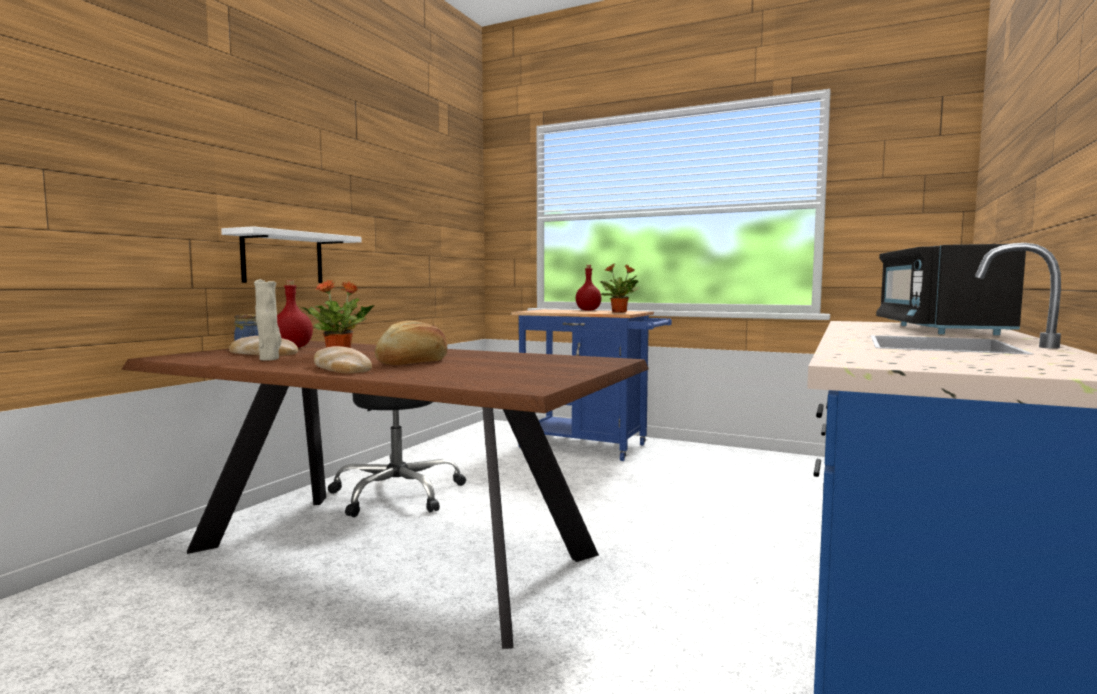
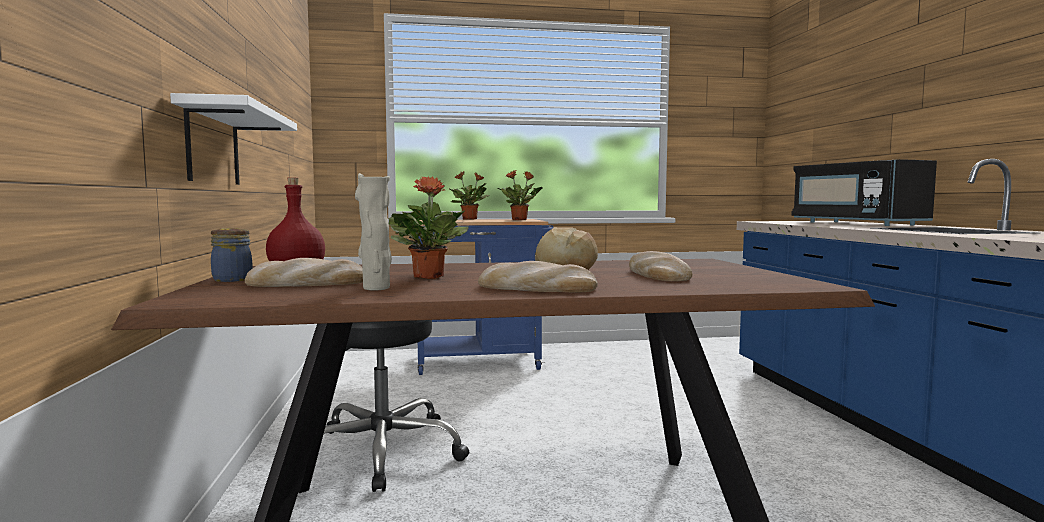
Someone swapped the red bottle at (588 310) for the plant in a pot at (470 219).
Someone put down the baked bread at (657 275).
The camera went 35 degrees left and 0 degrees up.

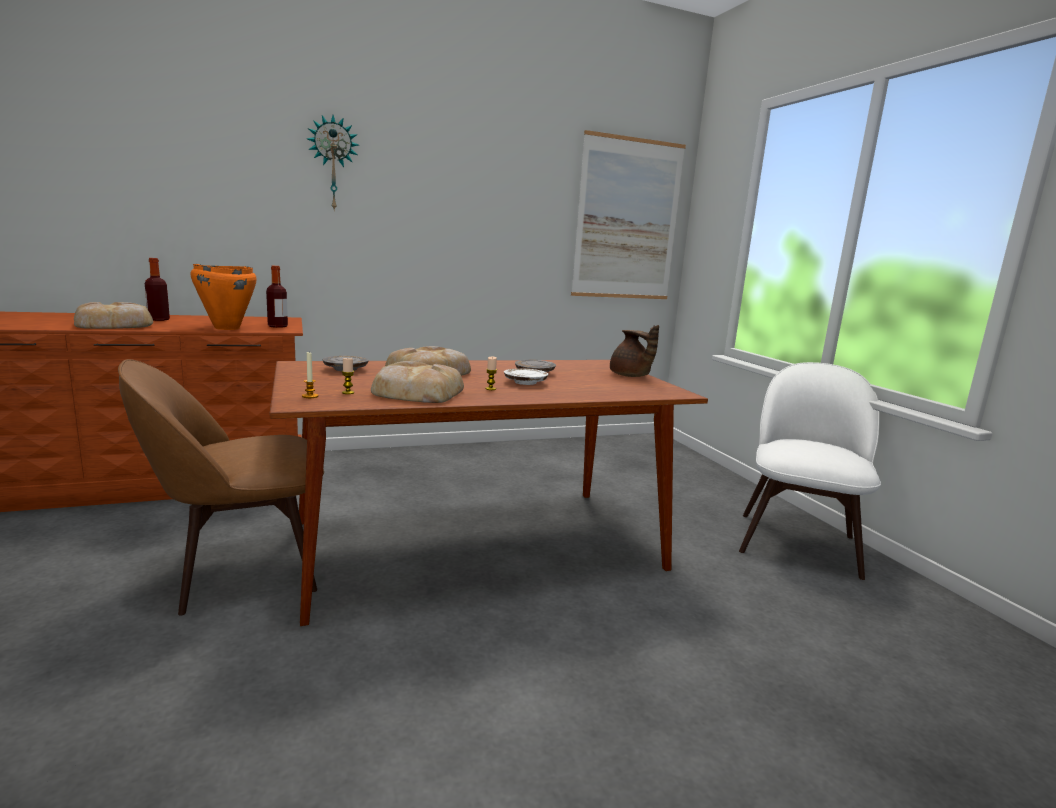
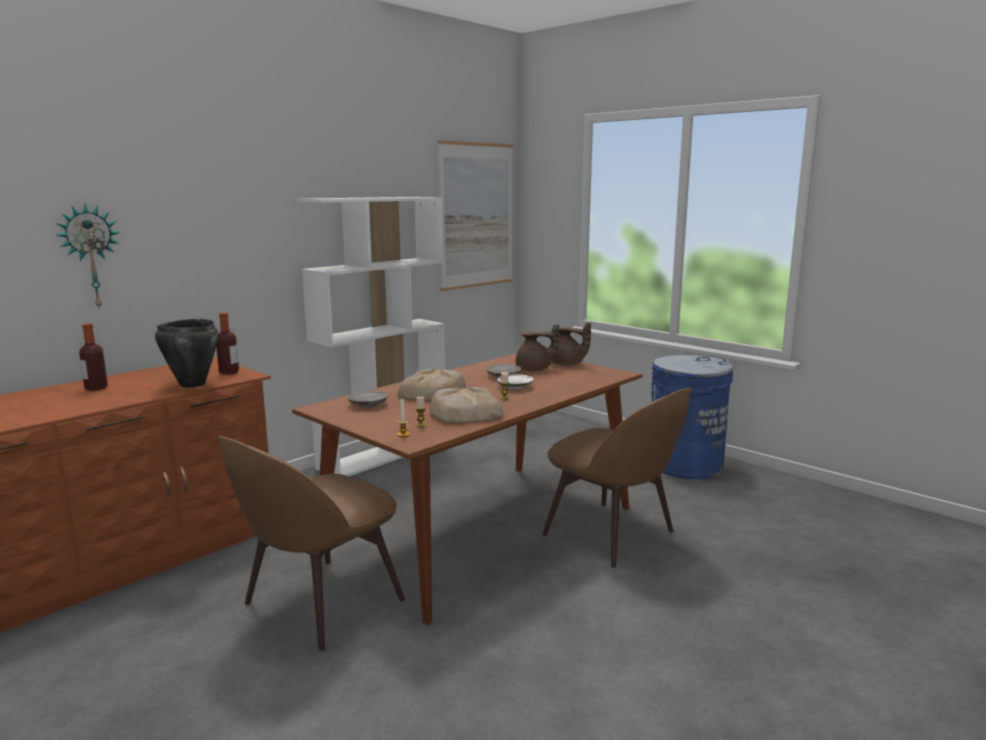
Someone carried the wall clock from (333 164) to (90 257).
Someone repainted the orangey stockpot at (226 328), which became the black stockpot at (192 384).
Someone took away the baked bread at (115 325).
Someone swapped the white upright chair at (797 541) for the blue rubbish bin at (685 465).
Someone put down the white bookcase at (384 454).
Someone put down the brownish pot for tea at (534 370).
Someone put down the brownish upright chair at (613 535).
The camera went 25 degrees left and 0 degrees up.

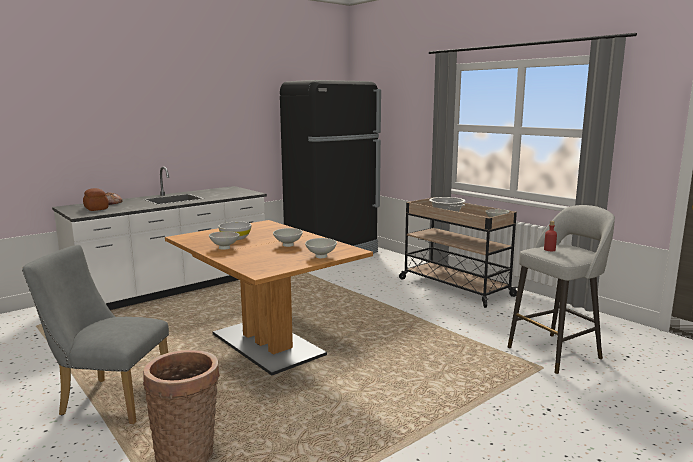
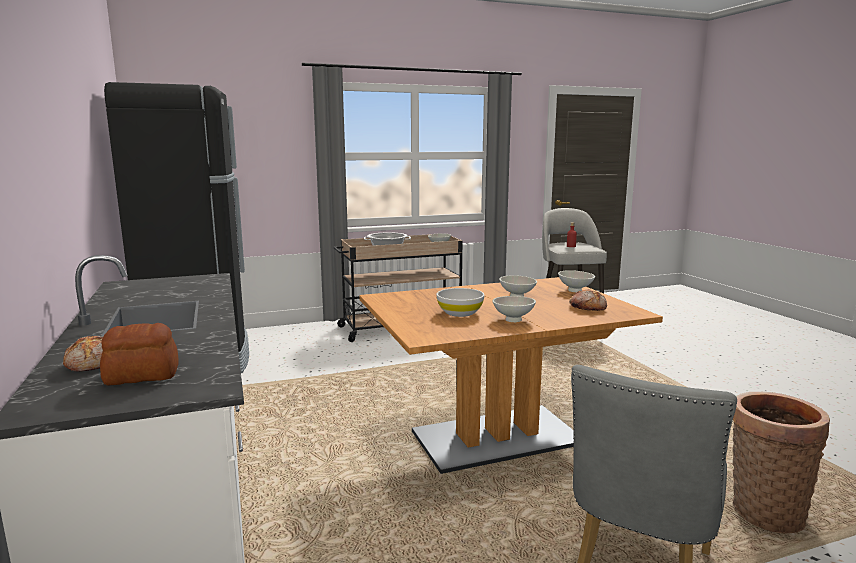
Someone put down the baked bread at (587 307).
The camera went 70 degrees left and 0 degrees up.

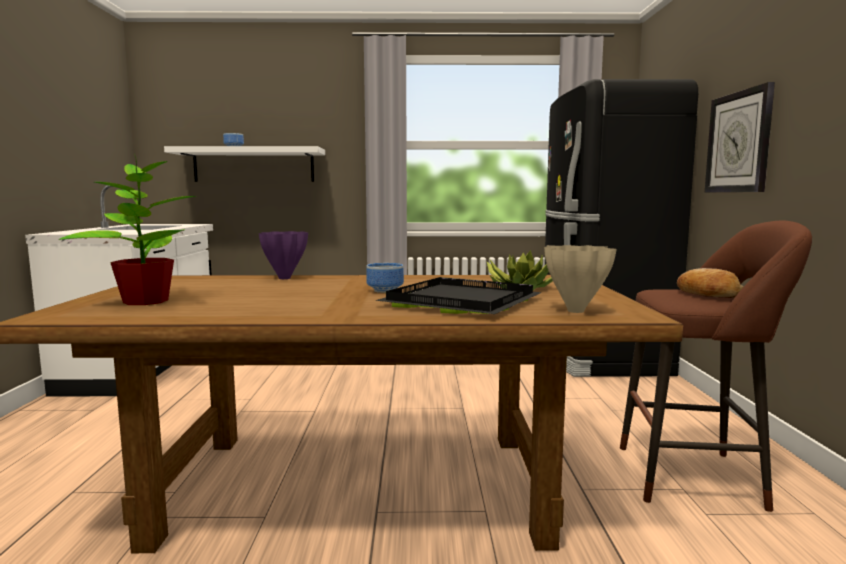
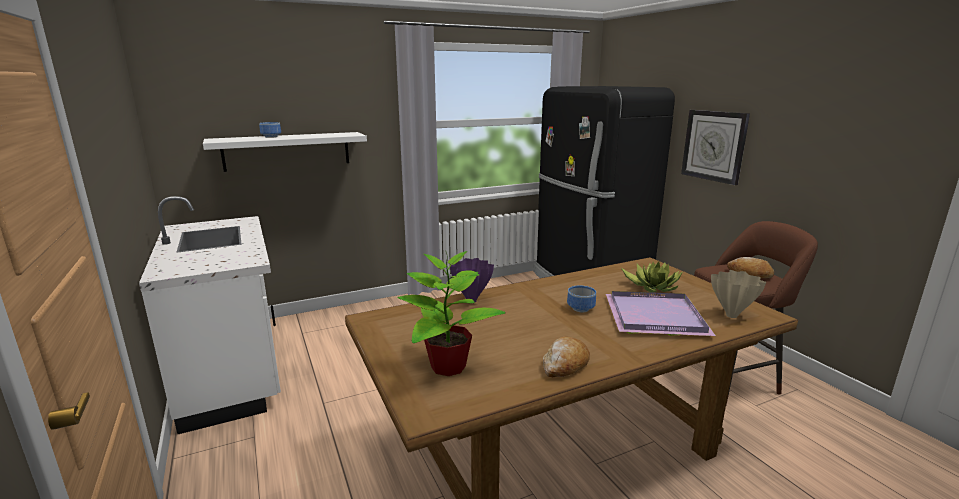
Someone repainted the black tray at (458 302), which became the purplish tray at (654 317).
Someone put down the baked bread at (565 365).
The camera went 25 degrees left and 10 degrees up.

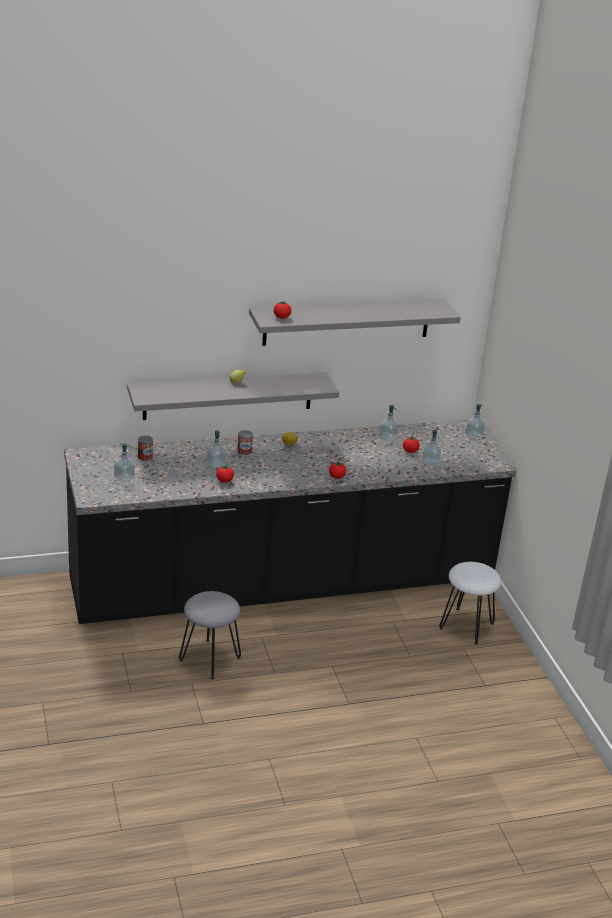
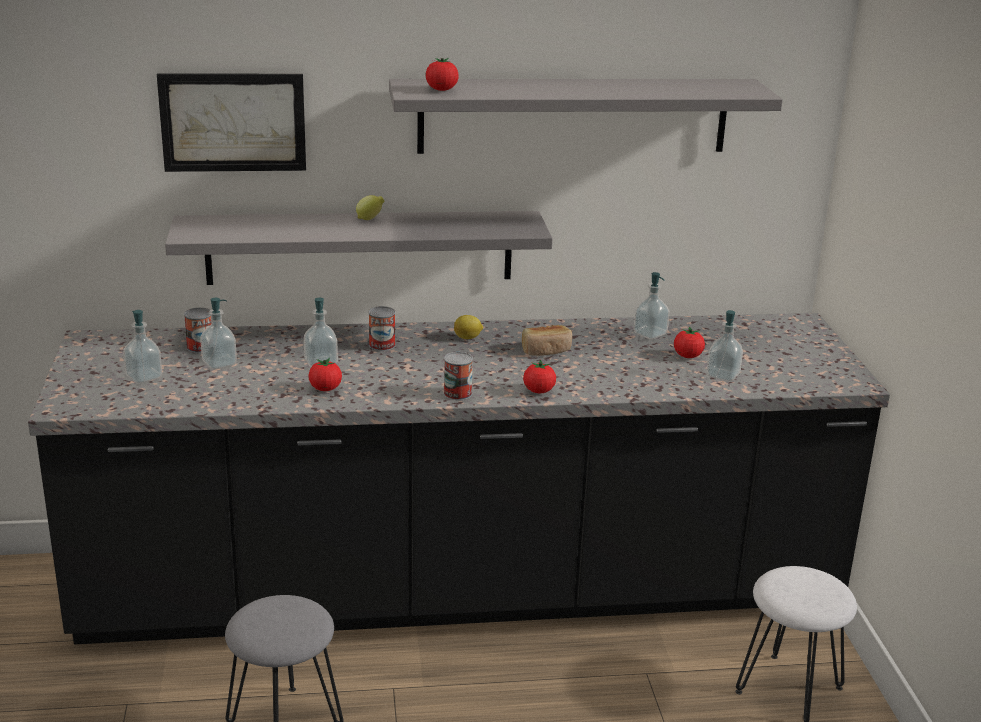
Someone carried the soap bottle from (473 436) to (219 363).
Someone put up the wall art at (233 122).
Someone put down the baked bread at (546 350).
Someone put down the metal can at (457 393).
The camera went 10 degrees right and 5 degrees down.

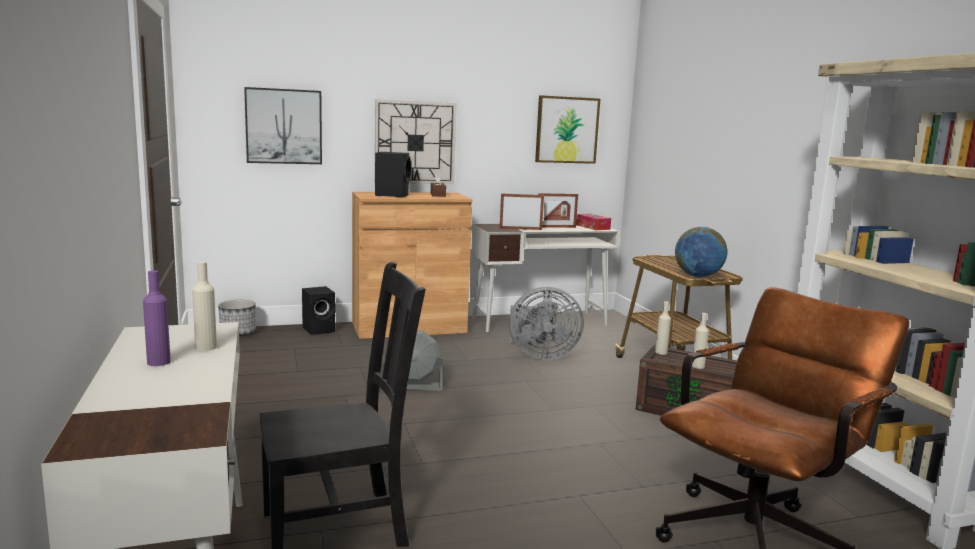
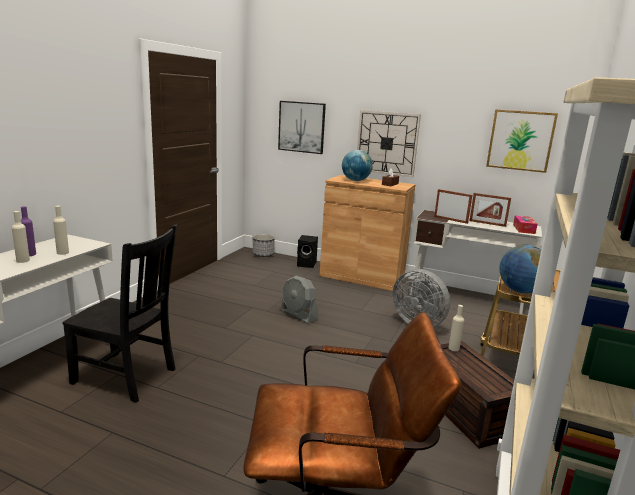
Someone swapped the black speaker at (392 195) for the desk globe at (356 180).
Someone carried the beige bottle from (698 366) to (23 260).
The camera went 40 degrees right and 5 degrees up.

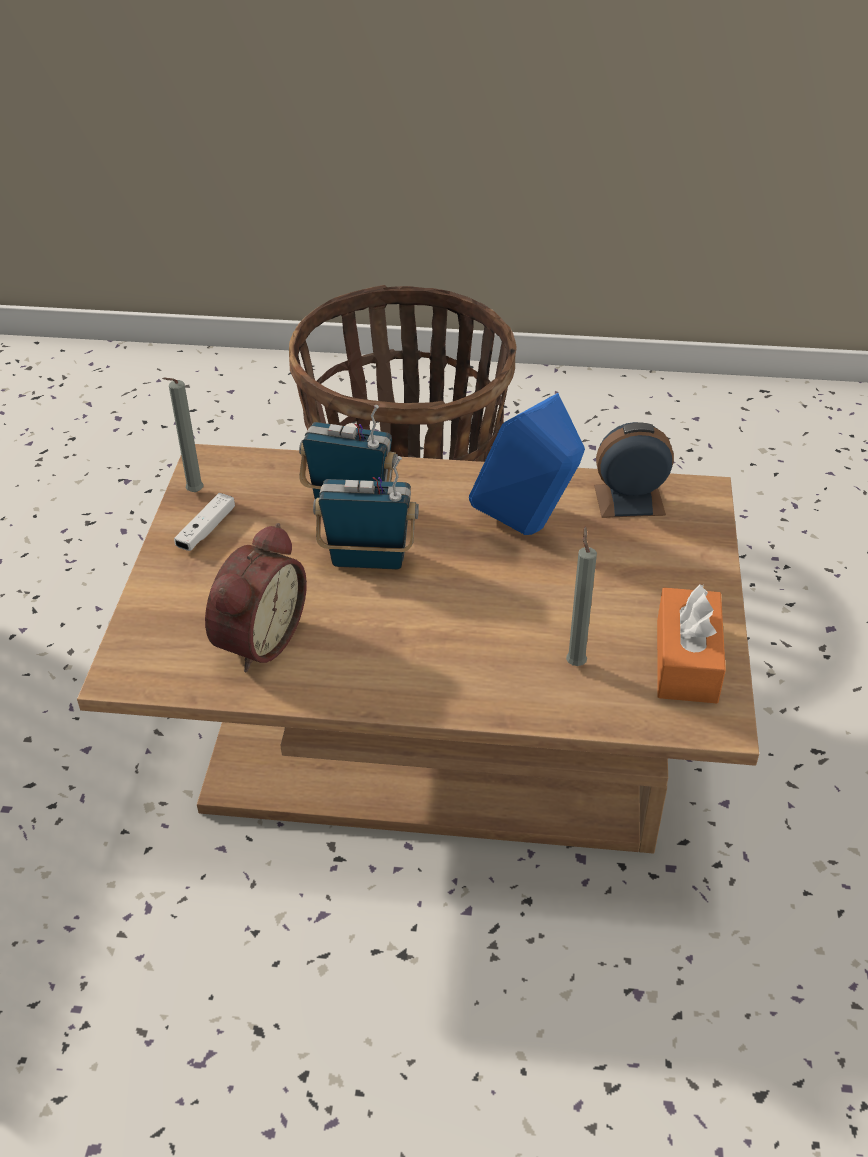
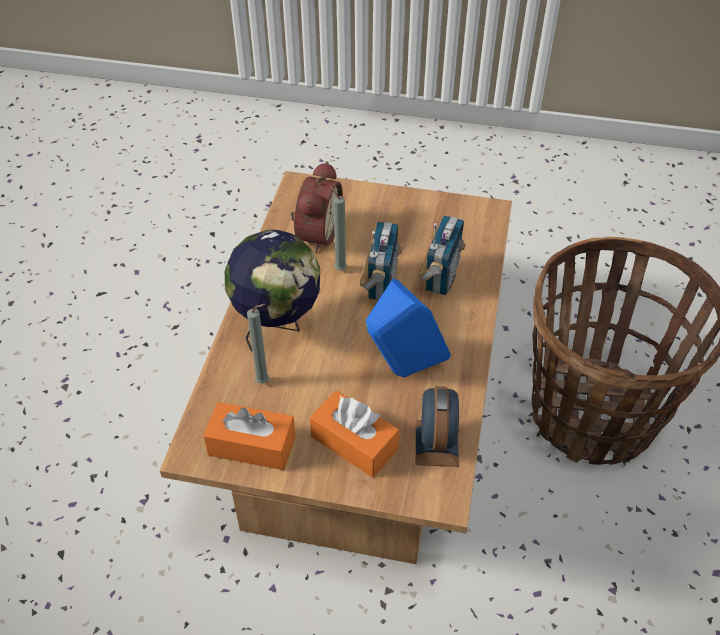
Someone carried the greyish wax candle from (193 493) to (339 268).
Someone took away the white game controller at (206 530).
Someone rotated the table clock at (256 639) by 105 degrees counterclockwise.
Someone put down the desk globe at (278 327).
Someone put down the orangey tissue box at (354 443).
The camera went 95 degrees right and 5 degrees up.

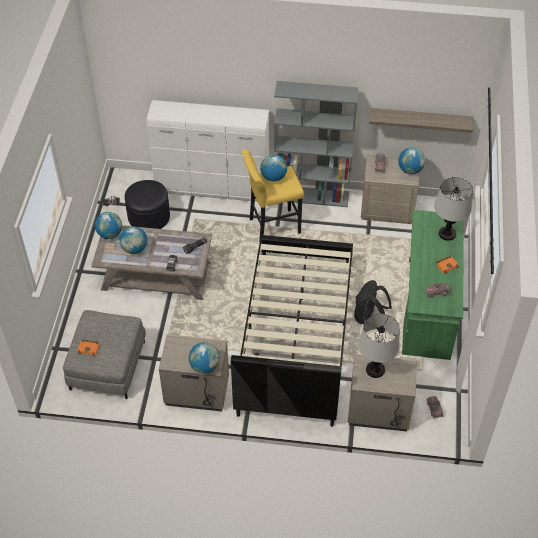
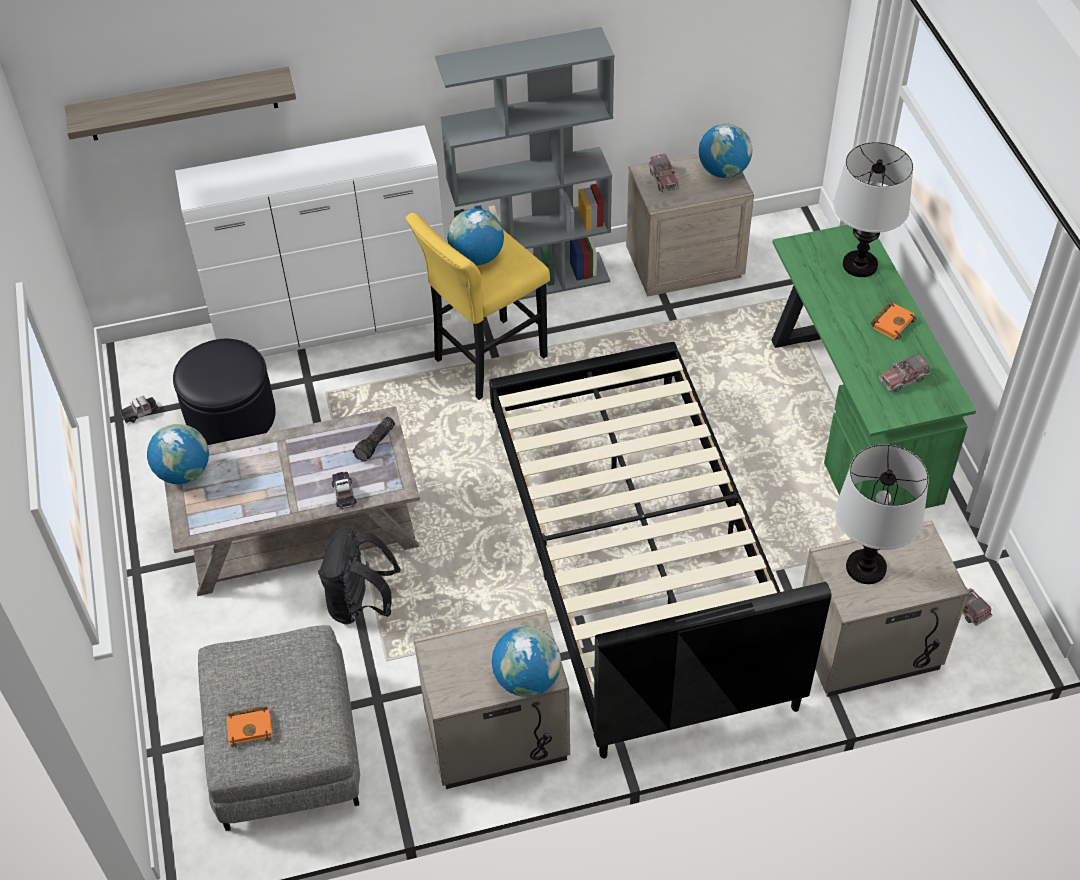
Someone carried the wall shelf from (420 120) to (182 104).
Someone took away the desk globe at (134 249).
Someone carried the black rucksack from (369 317) to (361 604).
The camera went 20 degrees left and 0 degrees up.

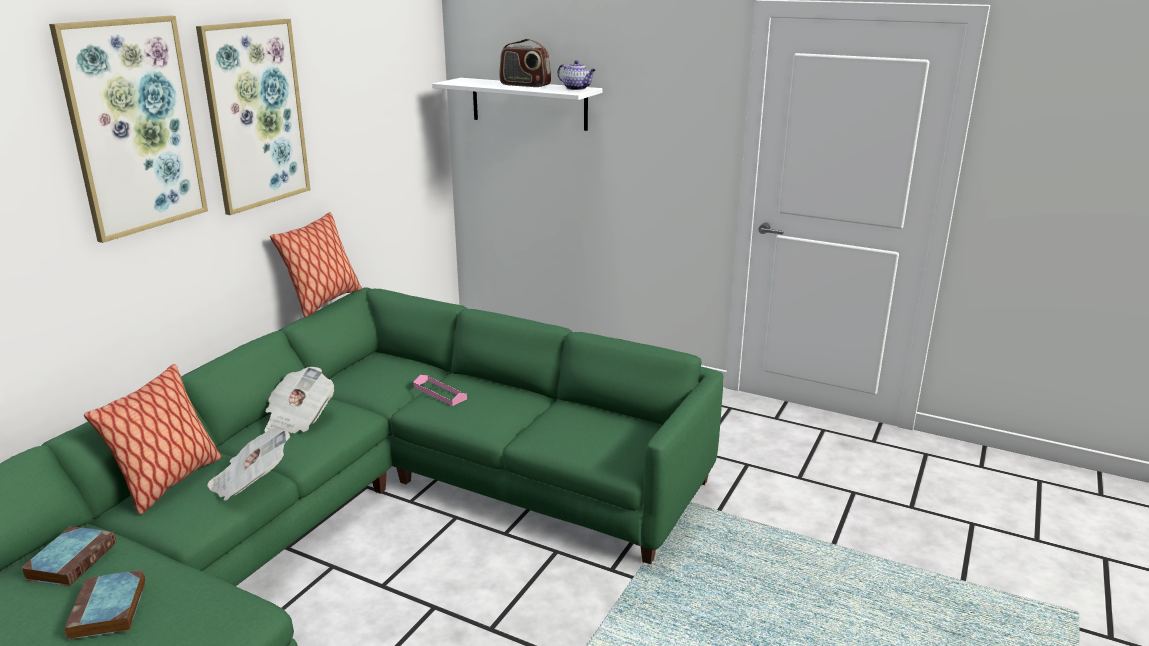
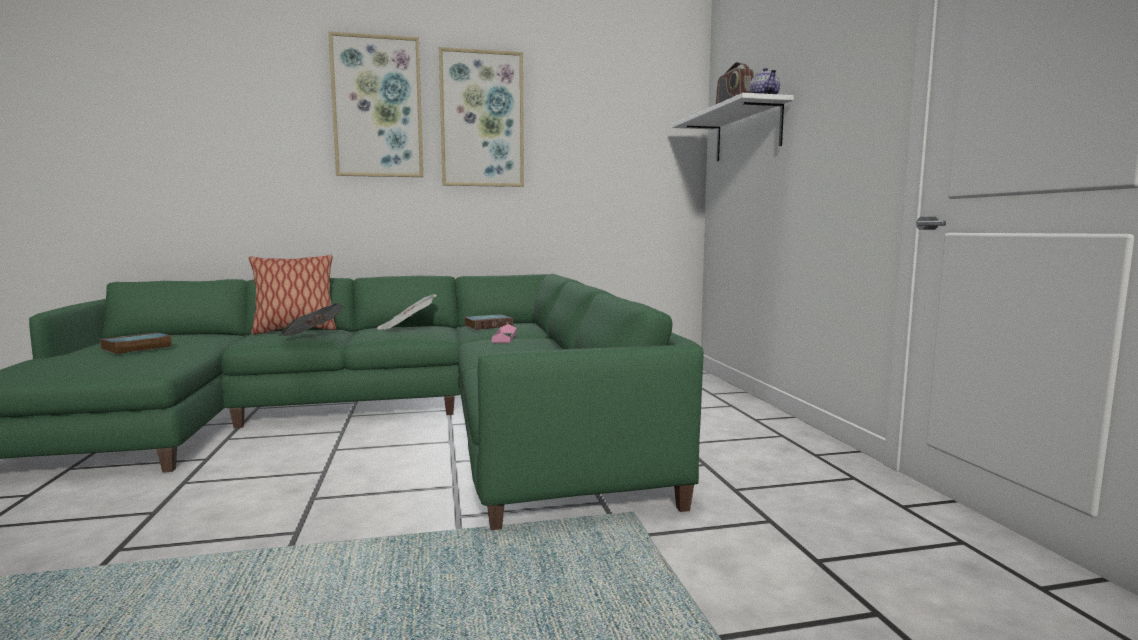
Someone took away the pillow at (324 301).
Someone carried the bound book from (72 560) to (489 326).
The camera went 50 degrees right and 15 degrees down.

